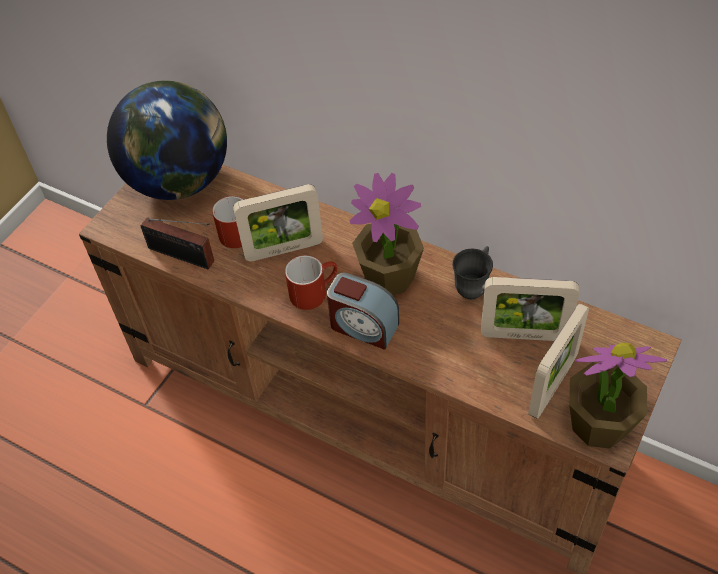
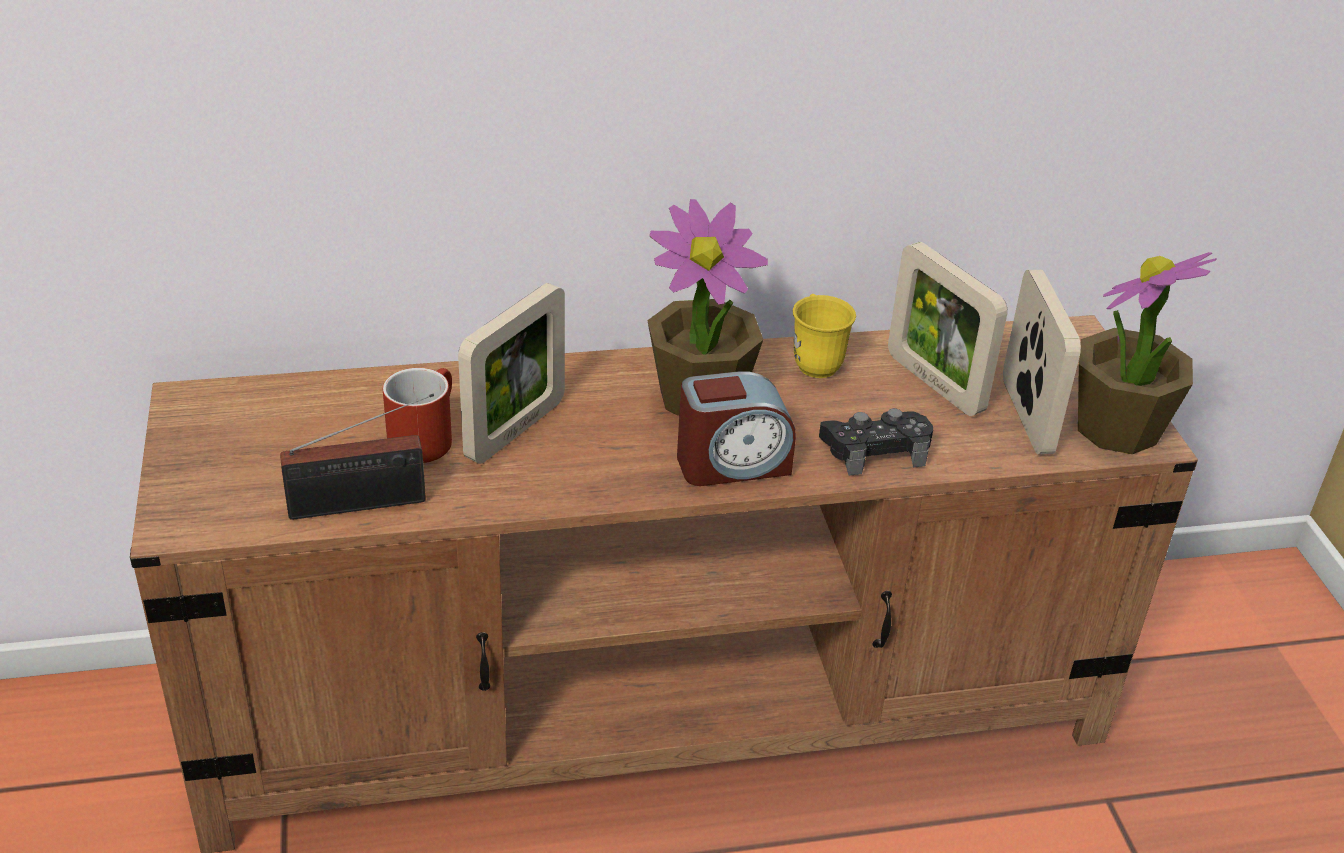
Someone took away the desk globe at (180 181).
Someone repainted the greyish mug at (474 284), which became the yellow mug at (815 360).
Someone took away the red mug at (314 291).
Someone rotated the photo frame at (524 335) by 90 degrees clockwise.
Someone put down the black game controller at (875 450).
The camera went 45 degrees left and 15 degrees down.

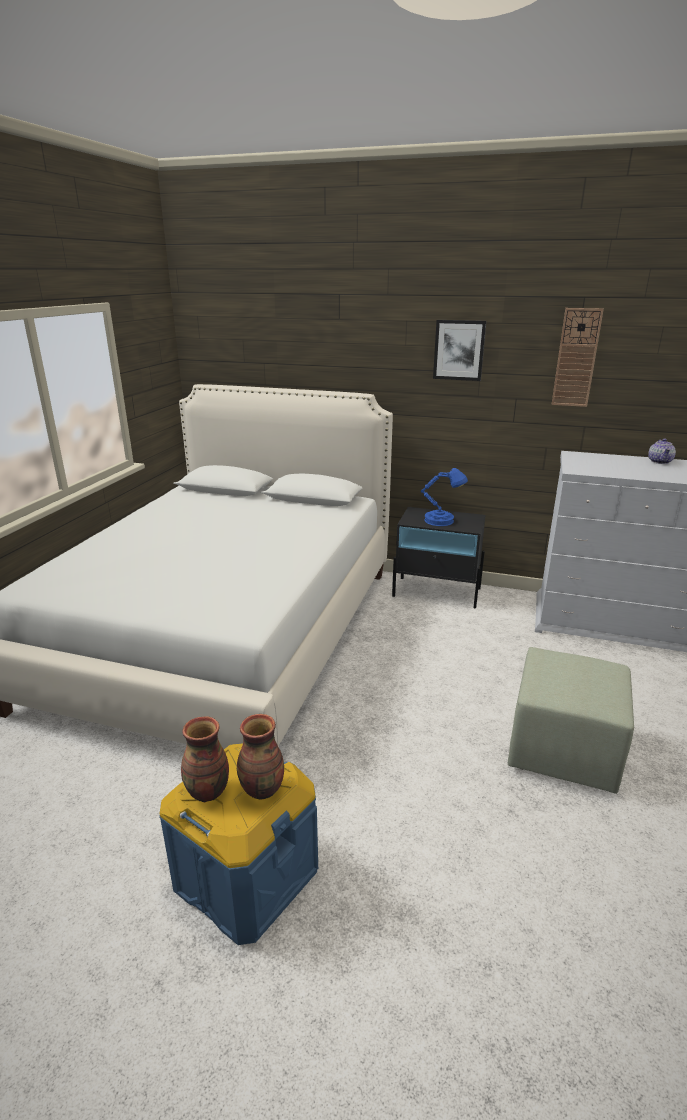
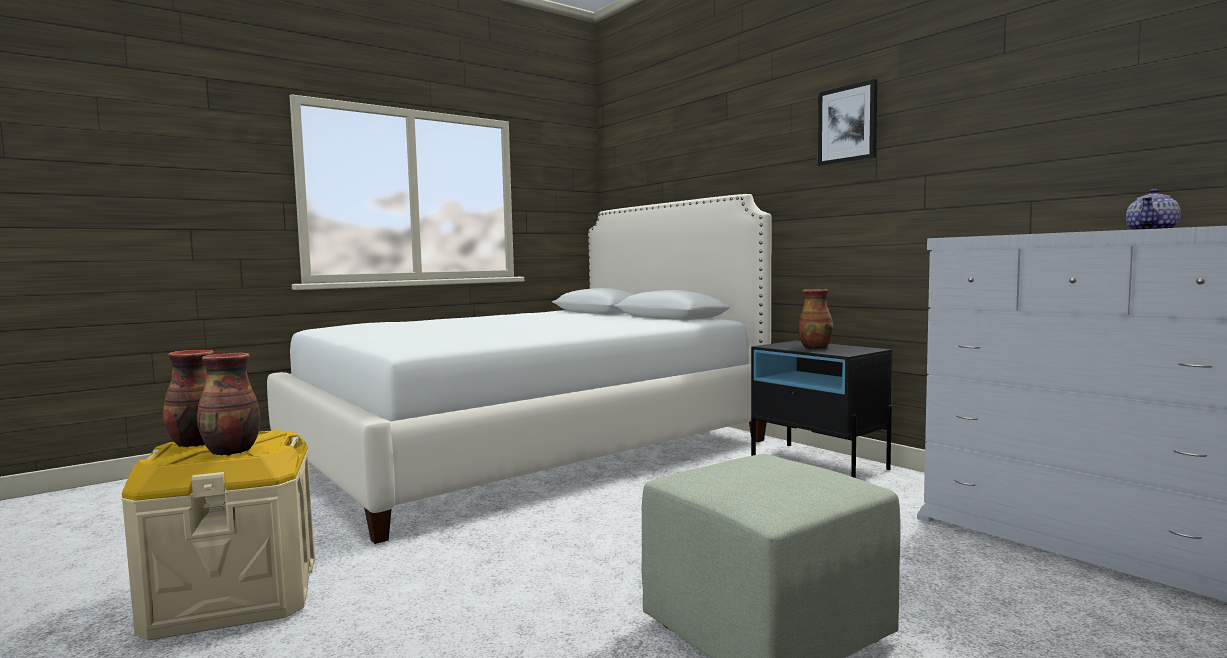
Someone took away the wall clock at (576 358).
Someone swapped the blue lamp for a table at (441 521) for the decorative vase at (815 348).
Someone repainted the blue storage bin at (246 876), which became the beige storage bin at (234 596).
The camera went 35 degrees right and 20 degrees down.

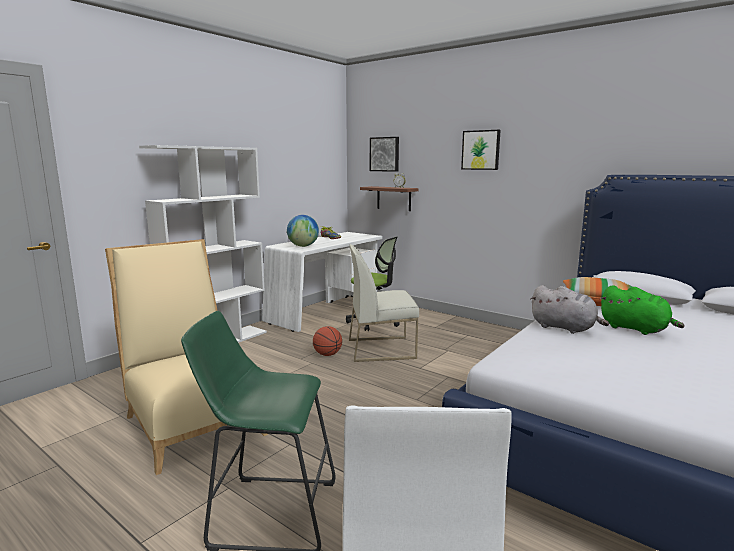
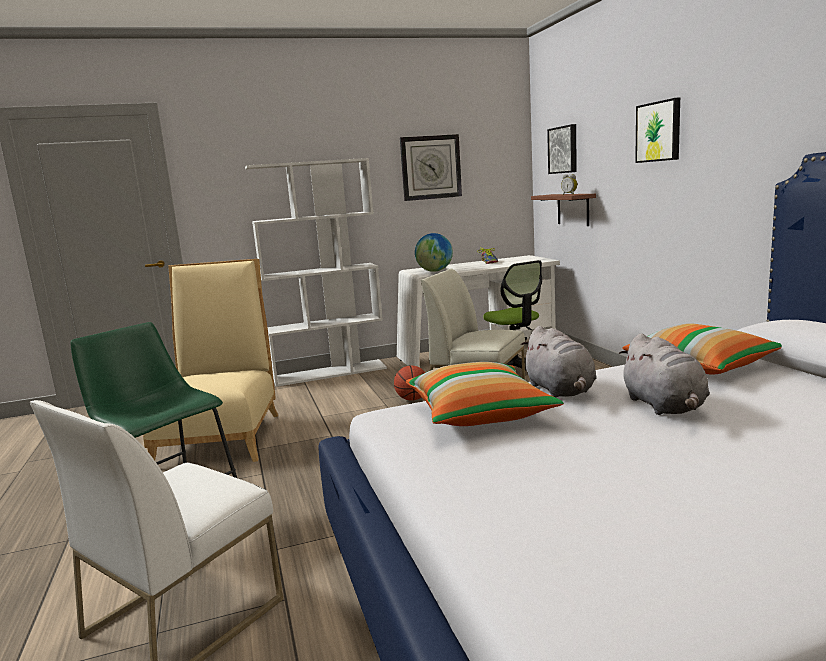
Someone repainted the green soft toy at (636 329), which became the greyish soft toy at (664 406).
Someone put up the wall clock at (430 167).
Someone put down the pillow at (479 413).
The camera went 35 degrees right and 0 degrees up.

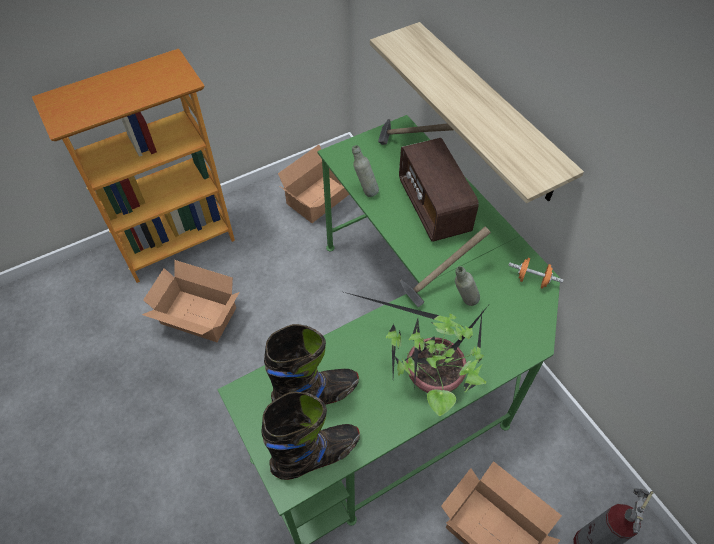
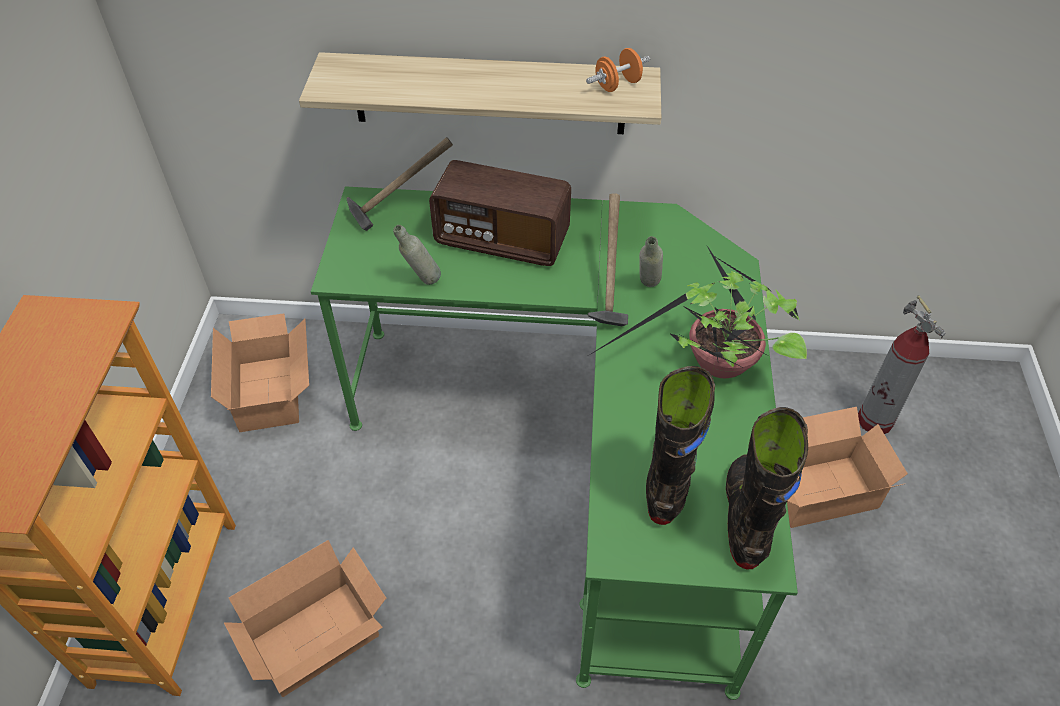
Someone carried the orangey dumbbell from (532 280) to (617 85).
The camera went 55 degrees left and 5 degrees down.

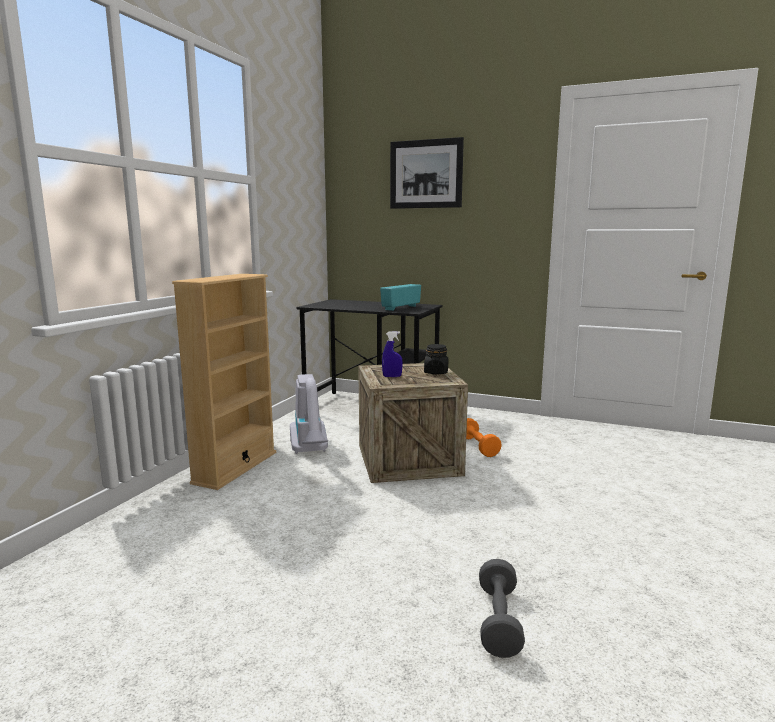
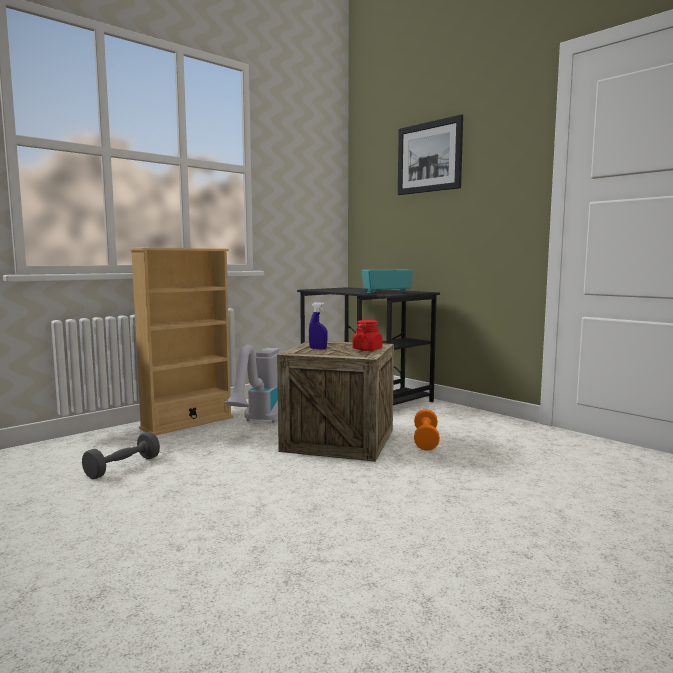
Someone repainted the black storage jar at (436 372), which became the red storage jar at (367 349).
Someone carried the greyish dumbbell from (499 621) to (123 467).
The camera went 25 degrees right and 5 degrees down.

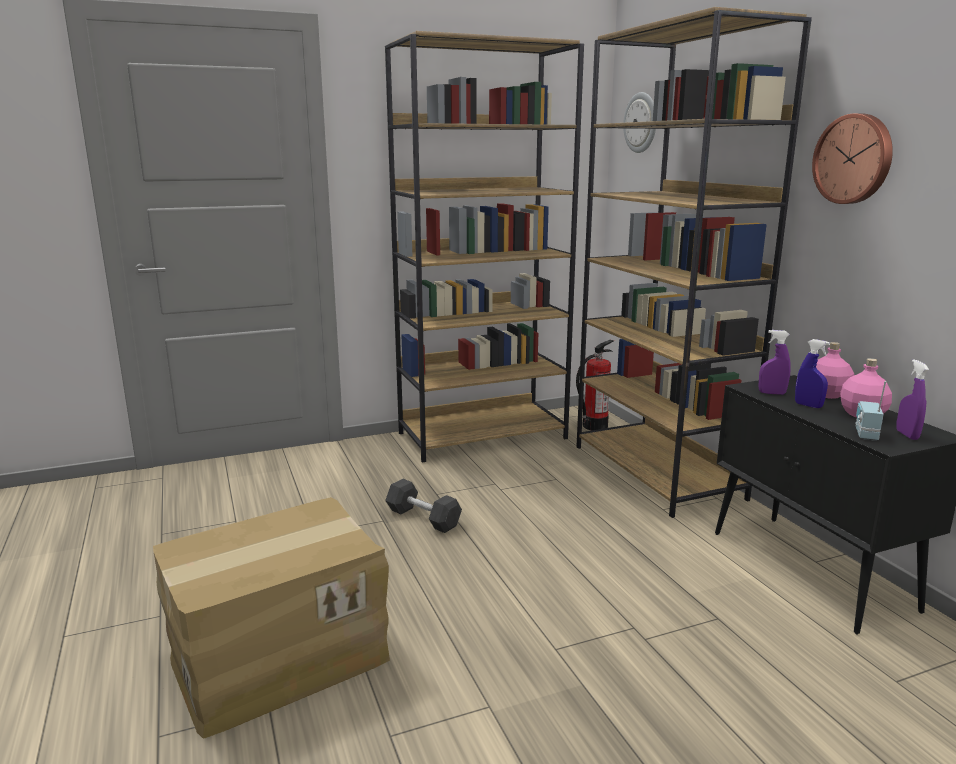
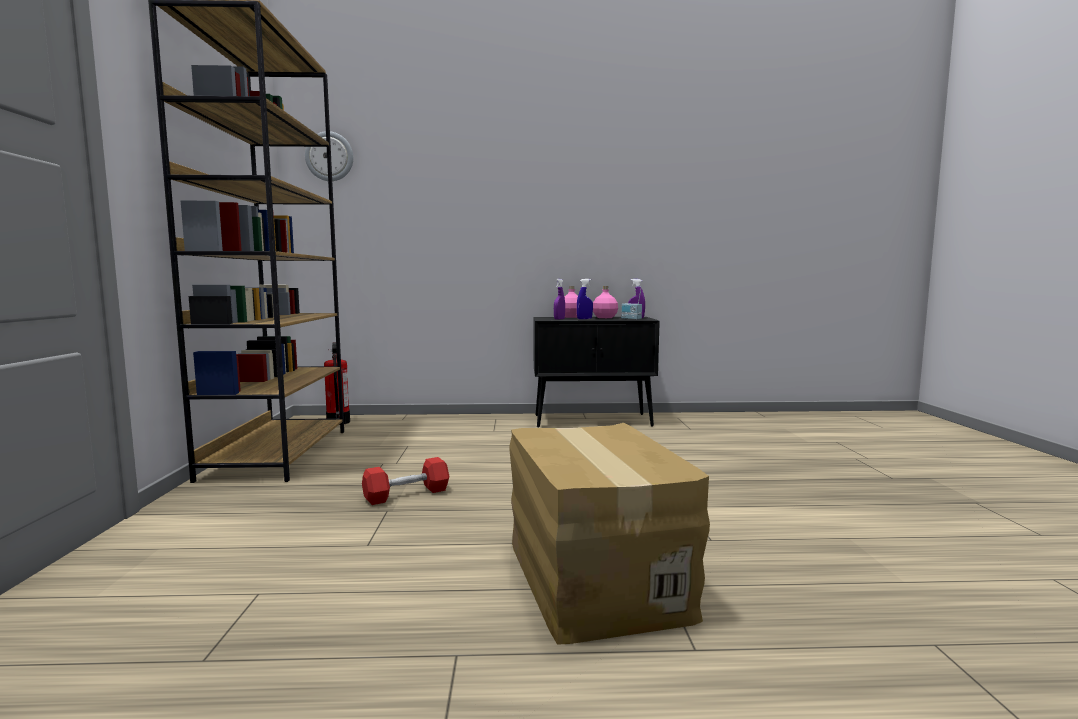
Someone took away the brownish bookcase at (657 472).
Someone took away the wall clock at (854 159).
Someone repainted the greyish dumbbell at (423 518), which became the red dumbbell at (406 494).
The camera went 70 degrees left and 10 degrees down.

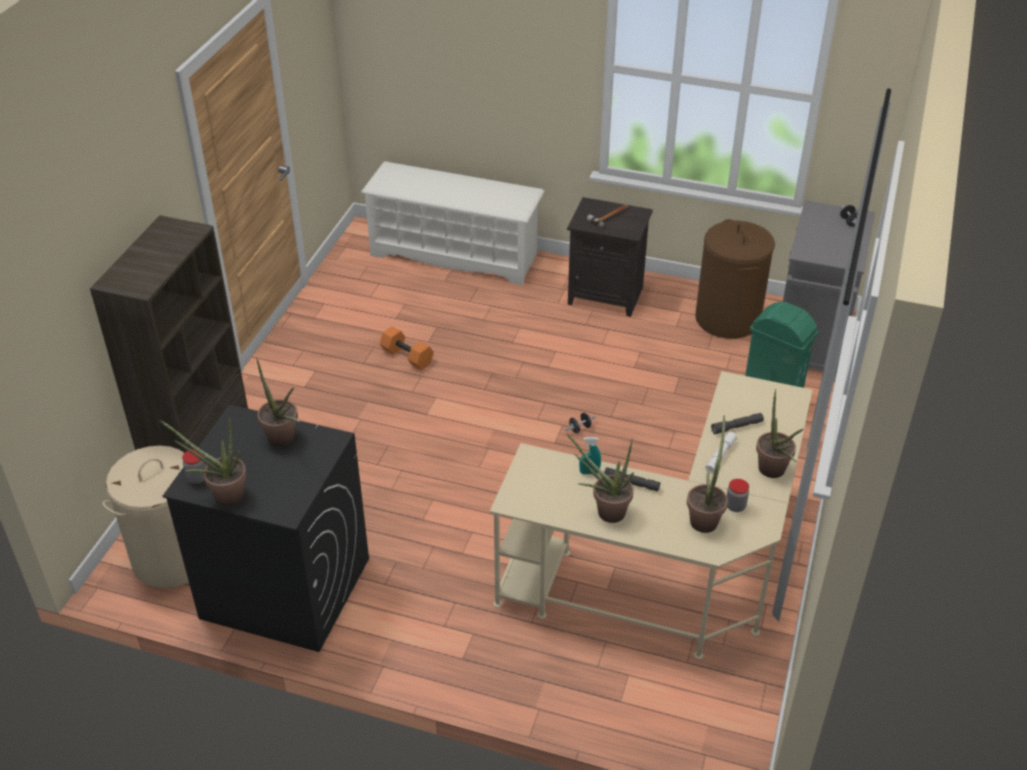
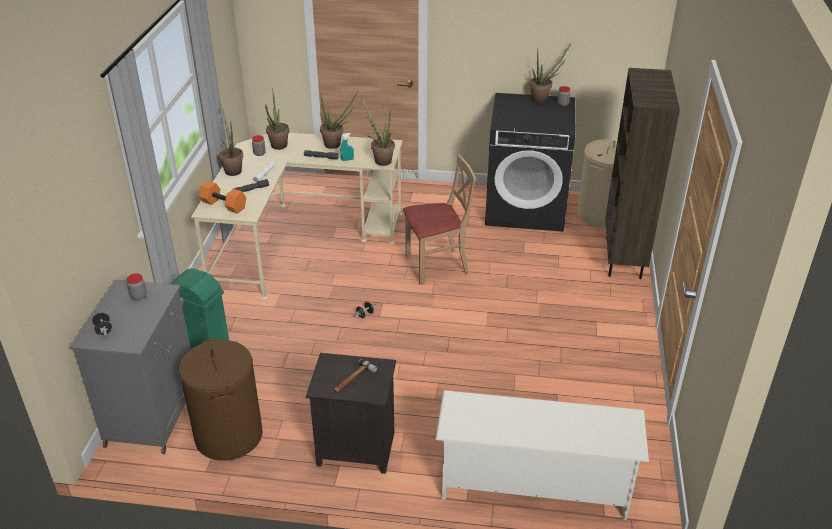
Someone carried the orangey dumbbell from (406 357) to (224 205).
Someone carried the plant in a pot from (284 441) to (380 160).
Someone put down the beige upright chair at (436 266).
Someone put down the storage jar at (138 296).
The camera went 170 degrees right and 5 degrees down.

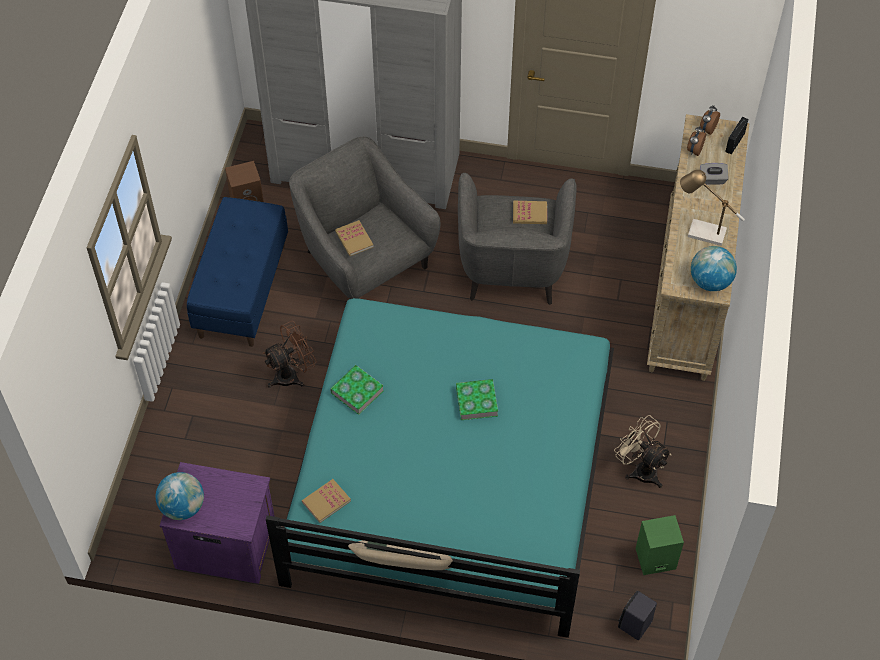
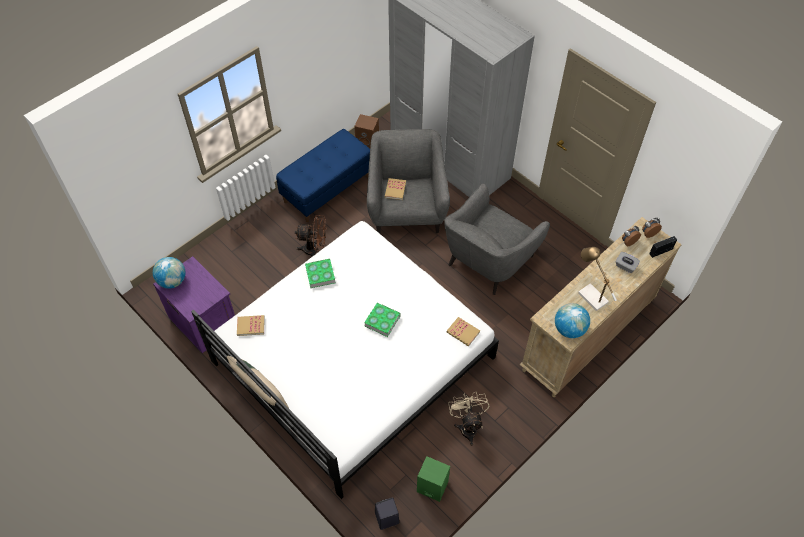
Someone carried the bound book from (529 213) to (463 332).
Someone repainted the blue-green bed at (450 476), which became the white bed at (352 359).
The camera went 35 degrees right and 0 degrees up.

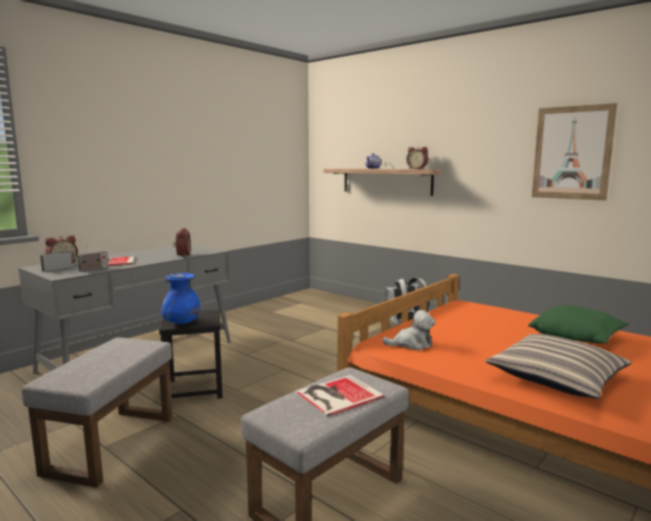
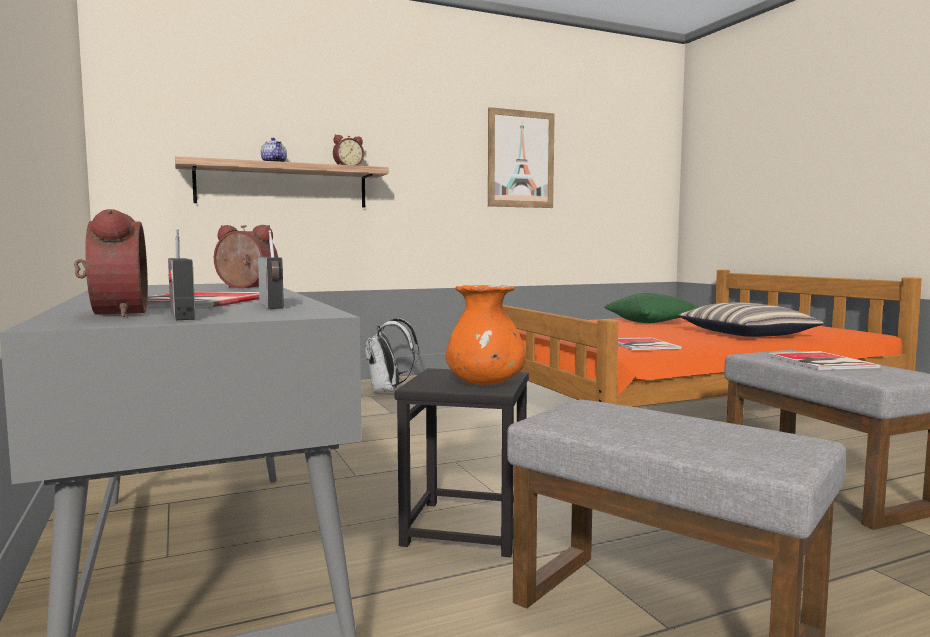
Someone repainted the blue decorative vase at (182 322), which became the orangey decorative vase at (486 384).
Someone swapped the soft toy at (411 344) for the bound book at (641 344).
The camera went 65 degrees left and 5 degrees down.

